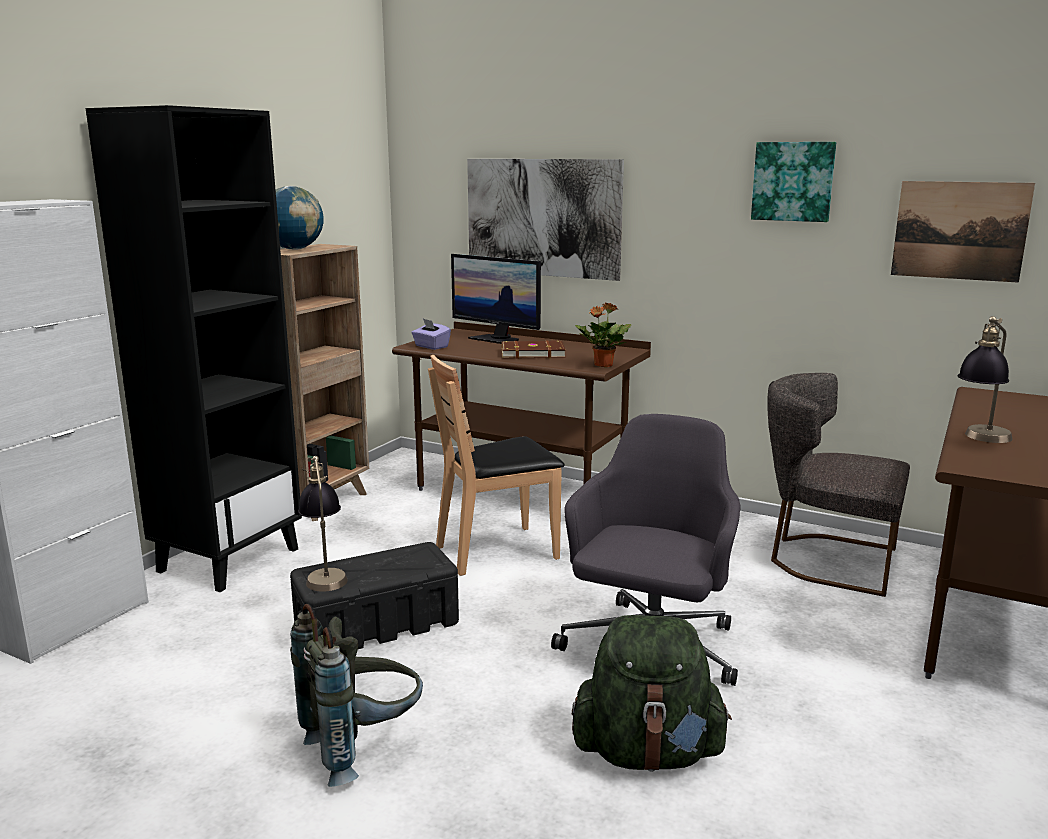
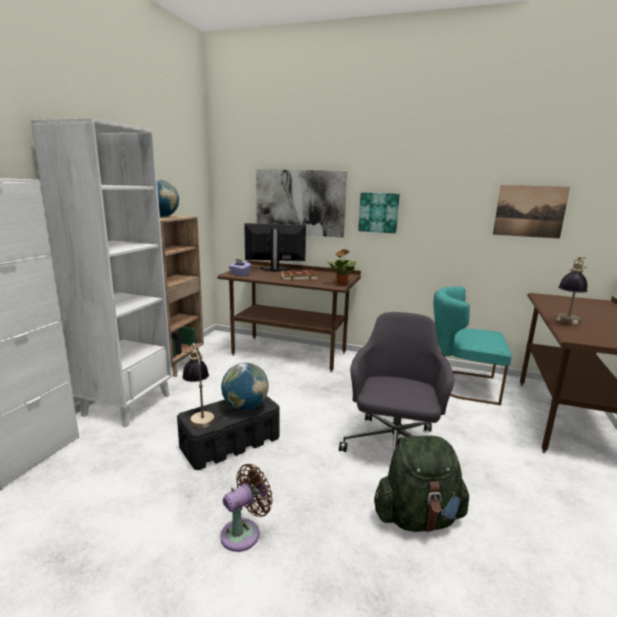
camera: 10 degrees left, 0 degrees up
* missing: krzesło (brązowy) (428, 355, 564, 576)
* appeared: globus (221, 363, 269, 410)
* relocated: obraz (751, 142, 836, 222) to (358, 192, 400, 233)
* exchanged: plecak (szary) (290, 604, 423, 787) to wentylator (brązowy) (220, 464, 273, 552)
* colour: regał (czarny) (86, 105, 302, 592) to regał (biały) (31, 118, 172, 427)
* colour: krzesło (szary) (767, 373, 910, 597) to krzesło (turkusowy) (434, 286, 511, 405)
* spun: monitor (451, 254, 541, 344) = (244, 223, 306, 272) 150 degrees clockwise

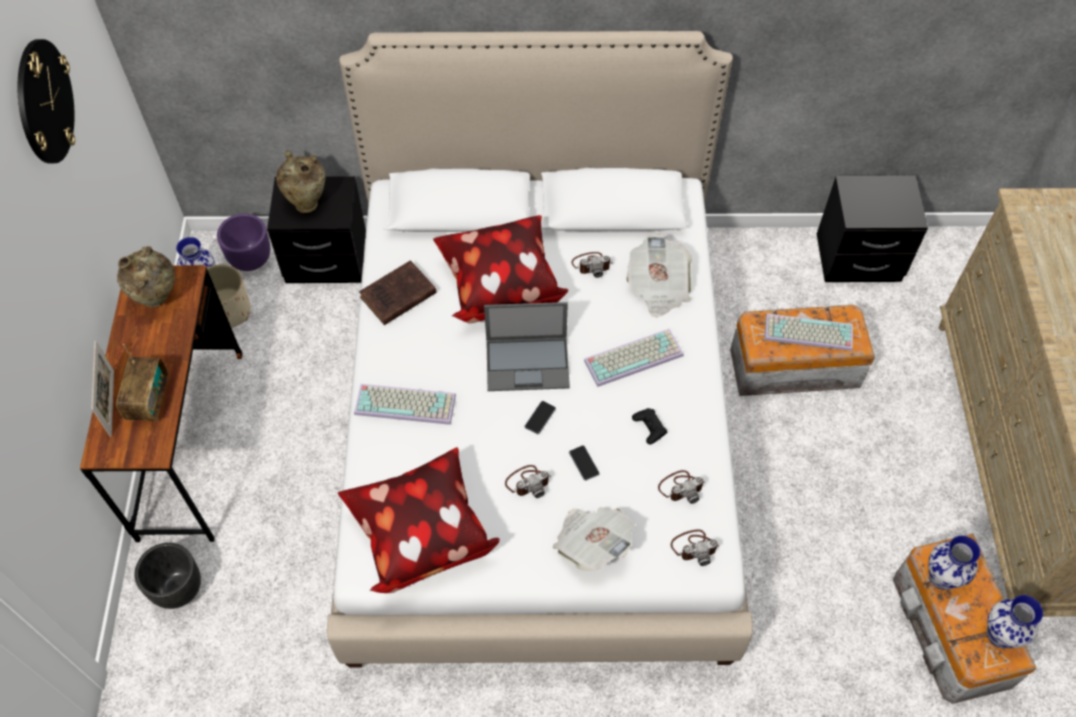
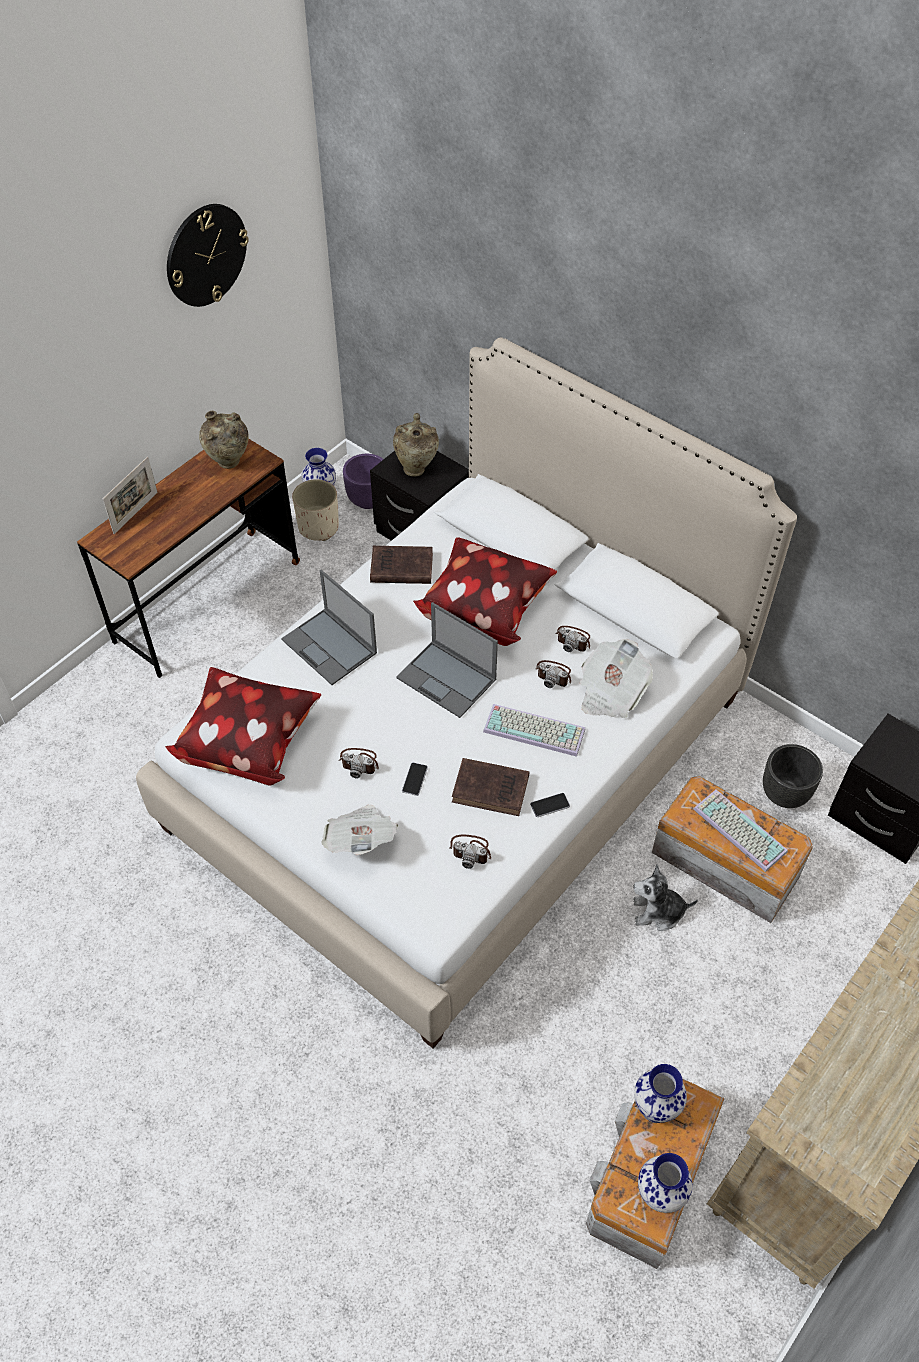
camera: 40 degrees right, 5 degrees down
* missing: radio (116, 344, 168, 422)
* appeared: pluszak (634, 865, 698, 931)
* relocated: donica (czarny) (134, 542, 201, 609) to (763, 744, 823, 808)
* relocated: telefon (525, 401, 556, 434) to (530, 793, 570, 817)
* relocated: aparat fotograficzny (671, 530, 719, 566) to (536, 660, 571, 688)
* exchanged: klawiatura (354, 384, 456, 425) to laptop (281, 570, 377, 685)
* exchanged: pad do gier (czarny) (632, 408, 667, 445) to książka (brązowy) (452, 758, 529, 816)

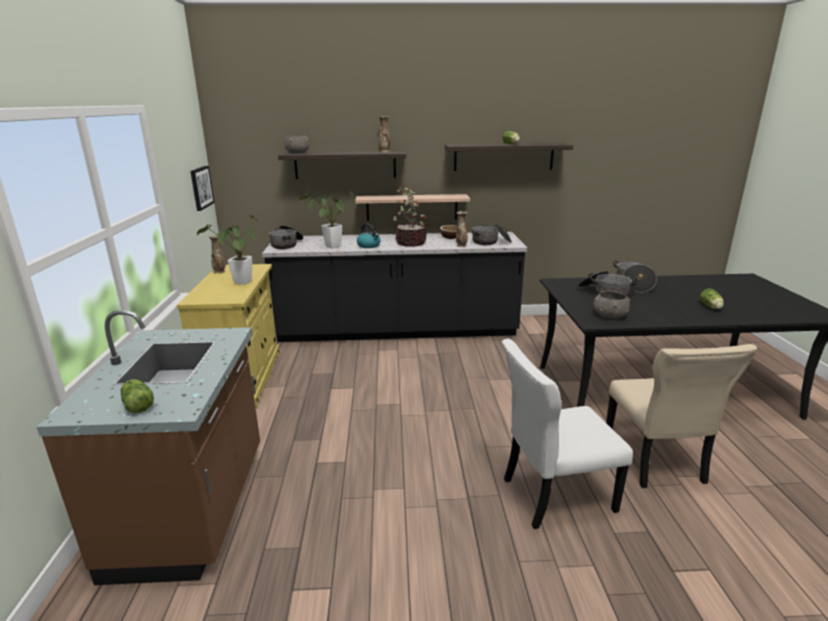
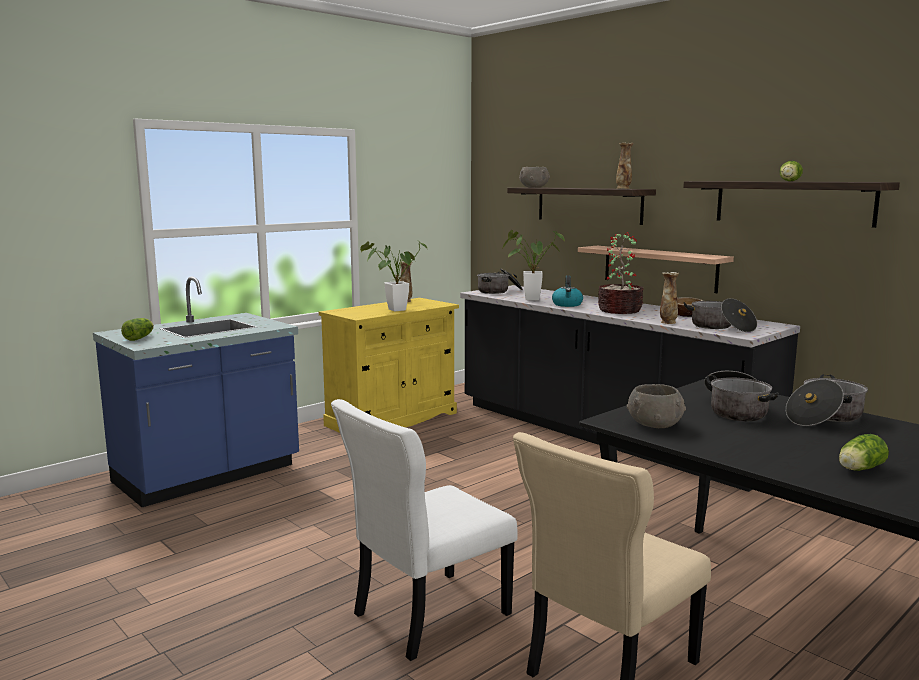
camera: 50 degrees right, 10 degrees down
* missing: obraz (191, 166, 215, 211)
* colour: zabudowa kuchenna (brązowy) (37, 310, 260, 585) to zabudowa kuchenna (niebieski) (93, 276, 299, 507)
* spun: krzesło (biały) (502, 339, 633, 529) = (331, 399, 518, 661) 75 degrees counterclockwise

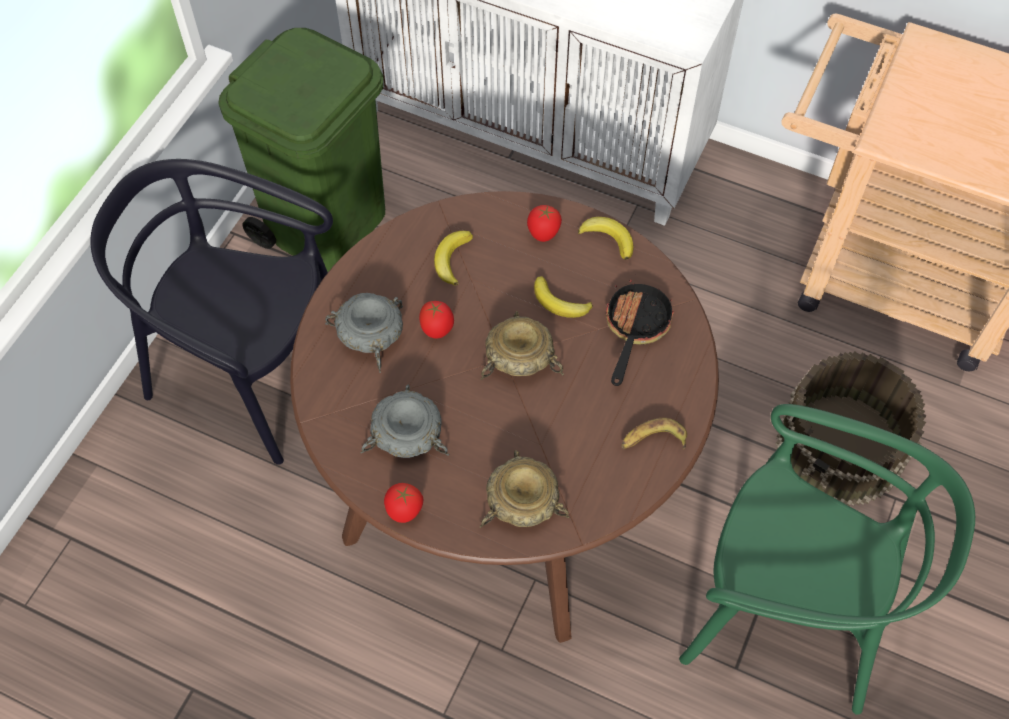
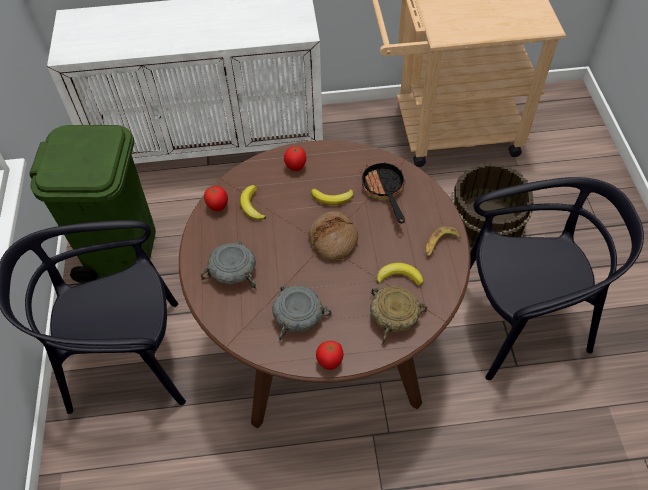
camera: 30 degrees left, 5 degrees down
* relocated: pomidor (419, 301, 454, 339) to (204, 186, 228, 211)
* relocated: banan (578, 217, 633, 260) to (377, 263, 424, 286)
* exchanged: miska (beżowy) (481, 311, 564, 380) to chleb (308, 211, 358, 261)
* colour: krzesło (zielony) (679, 404, 975, 715) to krzesło (czarny) (470, 177, 644, 380)

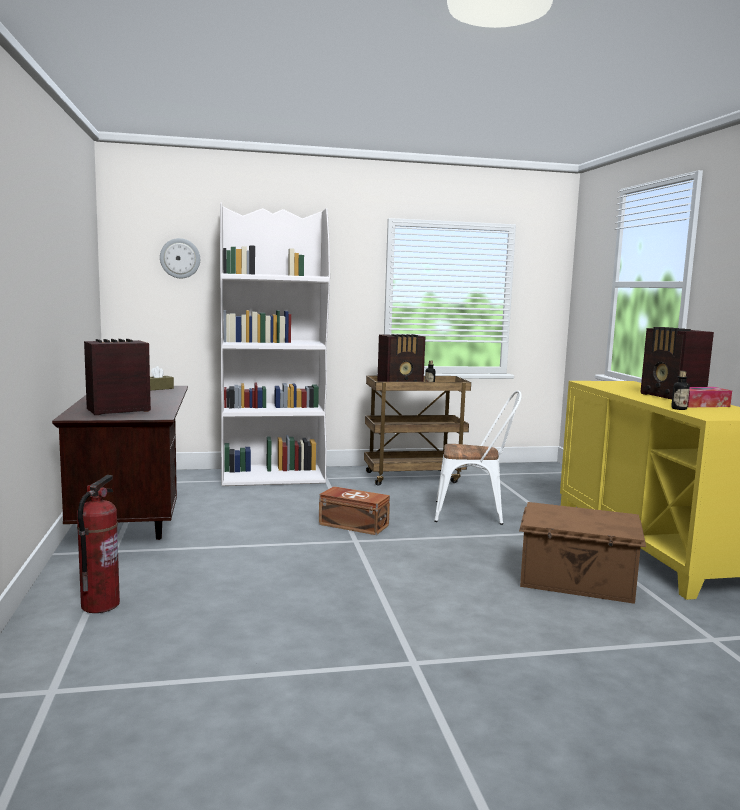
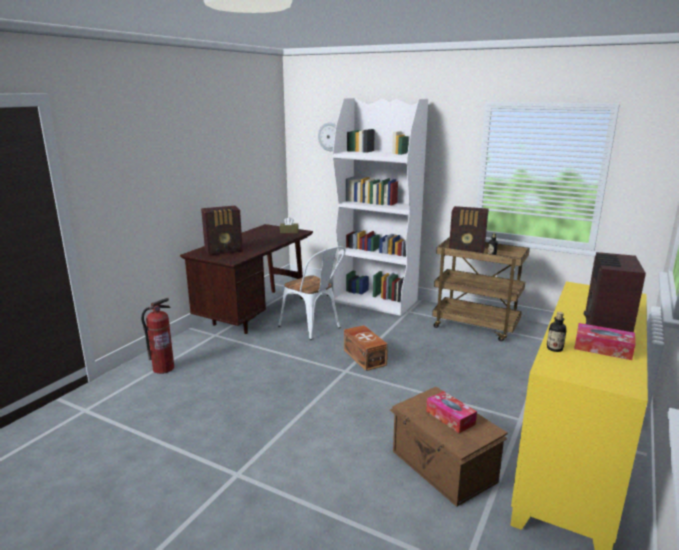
camera: 40 degrees right, 10 degrees up
* appeared: pudełko chusteczek (426, 391, 477, 433)
* relocated: krzesło (biały) (434, 390, 522, 525) to (278, 246, 345, 340)
* spun: radio (84, 339, 151, 415) = (201, 206, 243, 256) 150 degrees clockwise

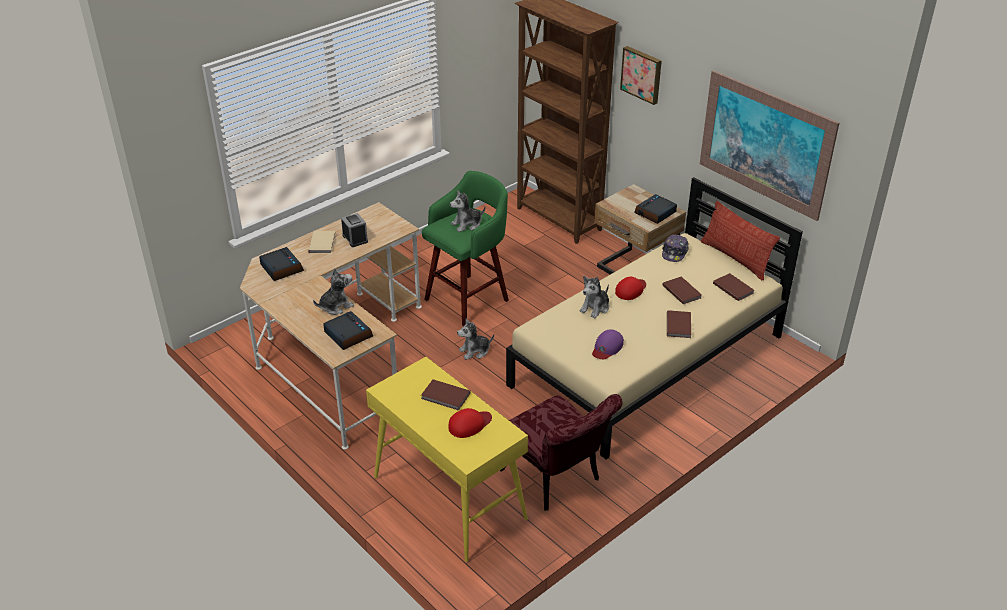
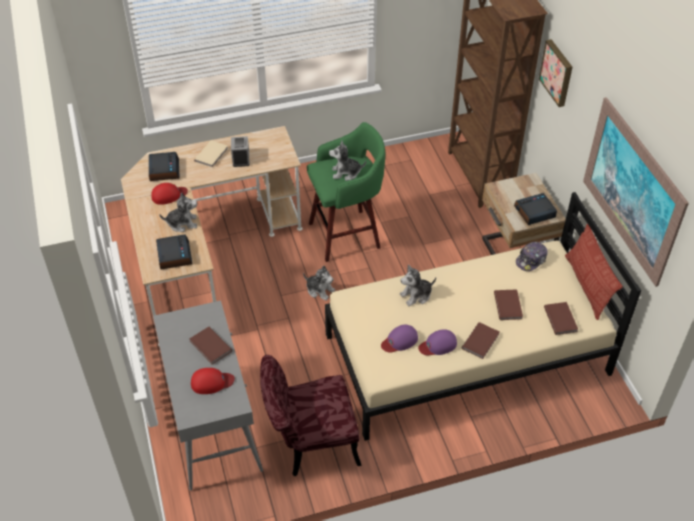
camera: 25 degrees right, 10 degrees up
* appeared: czapka z daszkiem (fioletowy) (418, 329, 457, 356)
* relocated: czapka z daszkiem (czerwony) (615, 277, 646, 300) to (151, 183, 188, 205)
* colour: stolik konsolowy (żółty) (366, 357, 528, 562) to stolik konsolowy (szary) (153, 300, 263, 491)
* spun: pluszak (457, 318, 494, 360) = (303, 265, 335, 301) 150 degrees counterclockwise
* spun: krzesło (czerwony) (500, 394, 622, 511) = (260, 355, 361, 477) 90 degrees clockwise

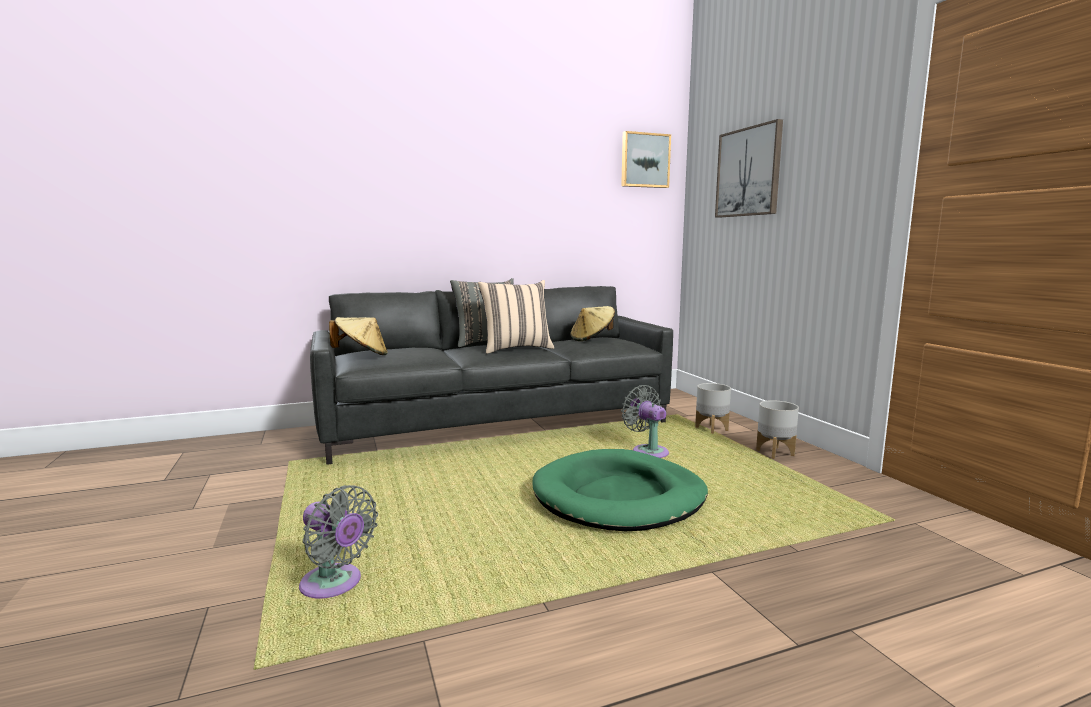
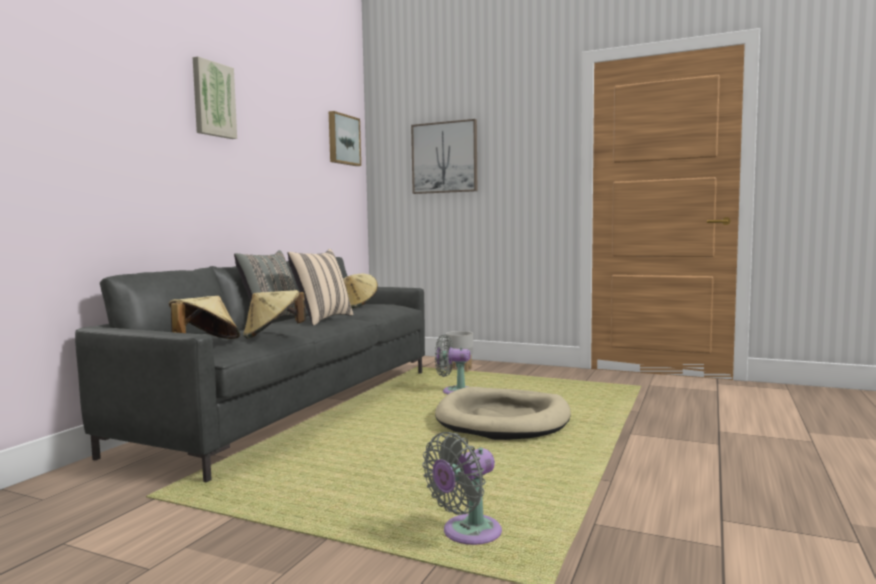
camera: 45 degrees left, 5 degrees down
* missing: donica (szary) (756, 400, 799, 459)
* appeared: obraz (193, 57, 237, 139)
* appeared: kapelusz (beżowy) (243, 290, 306, 338)
* colour: legowisko (zielony) (532, 449, 708, 531) to legowisko (beżowy) (435, 387, 571, 440)
* spun: wentylator (szary) (299, 485, 378, 598) = (422, 432, 502, 545) 150 degrees clockwise

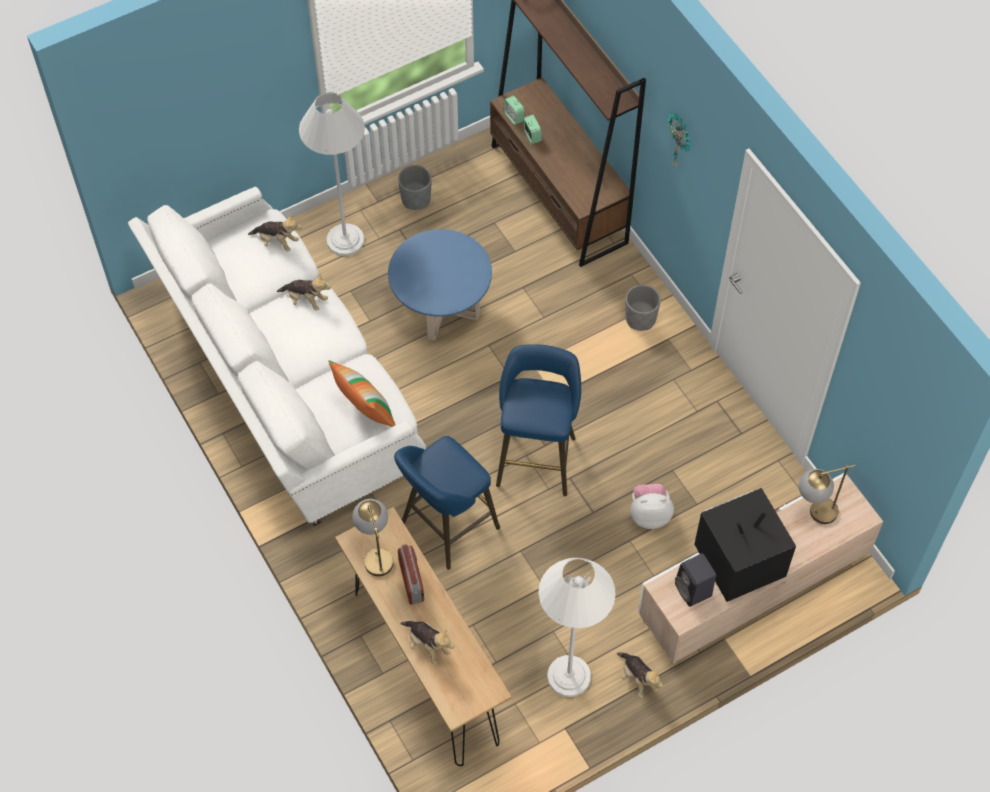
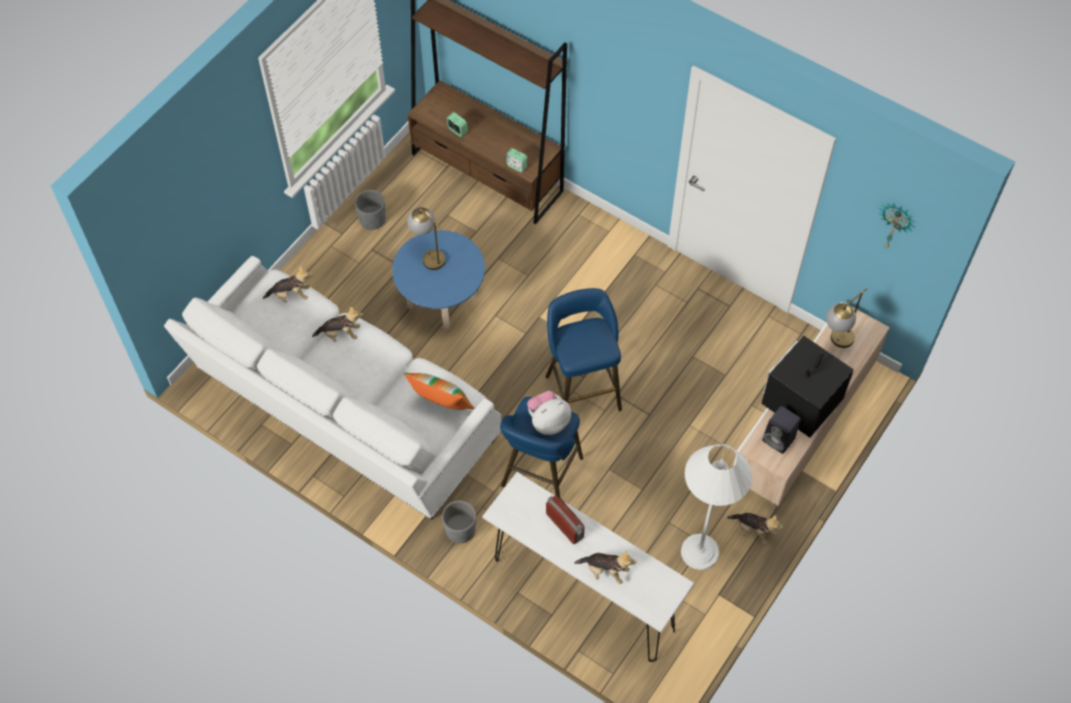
camera: 25 degrees left, 0 degrees up
* missing: lampa stojąca (biały) (299, 92, 365, 256)
* relocated: lampa stołowa (352, 499, 393, 576) to (407, 207, 445, 270)
* relocated: budzik (504, 96, 525, 125) to (505, 148, 528, 173)
* relocated: donica (szary) (626, 285, 661, 331) to (442, 501, 476, 543)
* relocated: pluszak (630, 484, 674, 529) to (527, 391, 571, 435)
* relocated: zegar ścienny (667, 112, 691, 167) to (878, 202, 915, 248)
* colour: stolik konsolowy (brązowy) (335, 507, 512, 766) to stolik konsolowy (biały) (482, 472, 694, 662)

